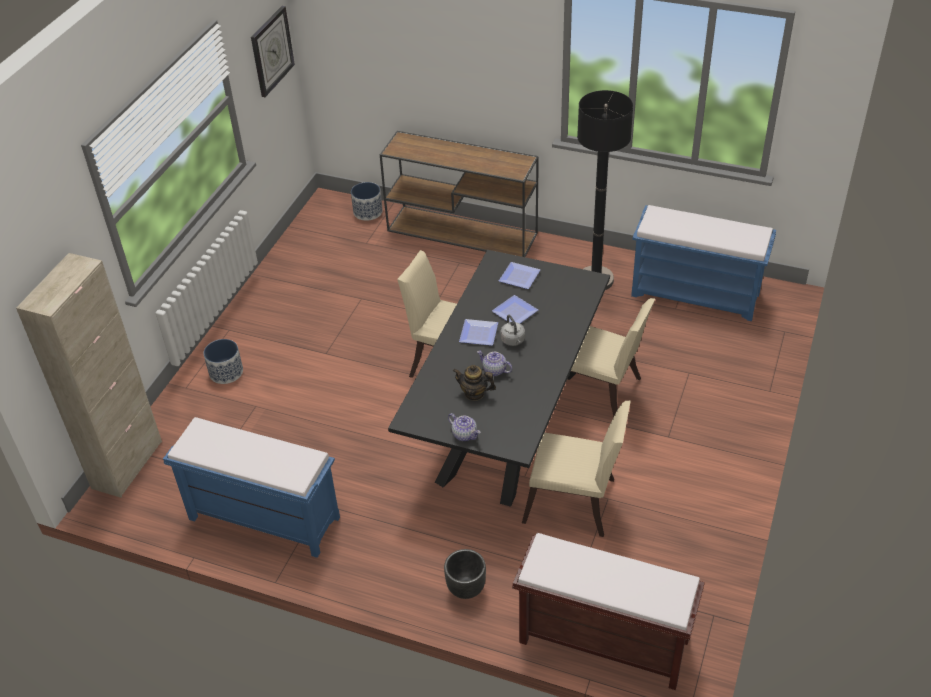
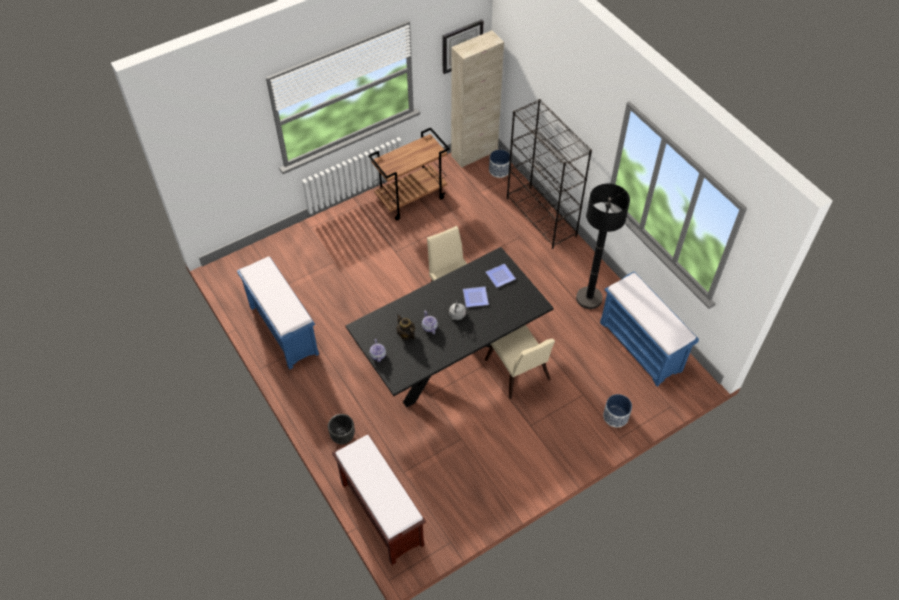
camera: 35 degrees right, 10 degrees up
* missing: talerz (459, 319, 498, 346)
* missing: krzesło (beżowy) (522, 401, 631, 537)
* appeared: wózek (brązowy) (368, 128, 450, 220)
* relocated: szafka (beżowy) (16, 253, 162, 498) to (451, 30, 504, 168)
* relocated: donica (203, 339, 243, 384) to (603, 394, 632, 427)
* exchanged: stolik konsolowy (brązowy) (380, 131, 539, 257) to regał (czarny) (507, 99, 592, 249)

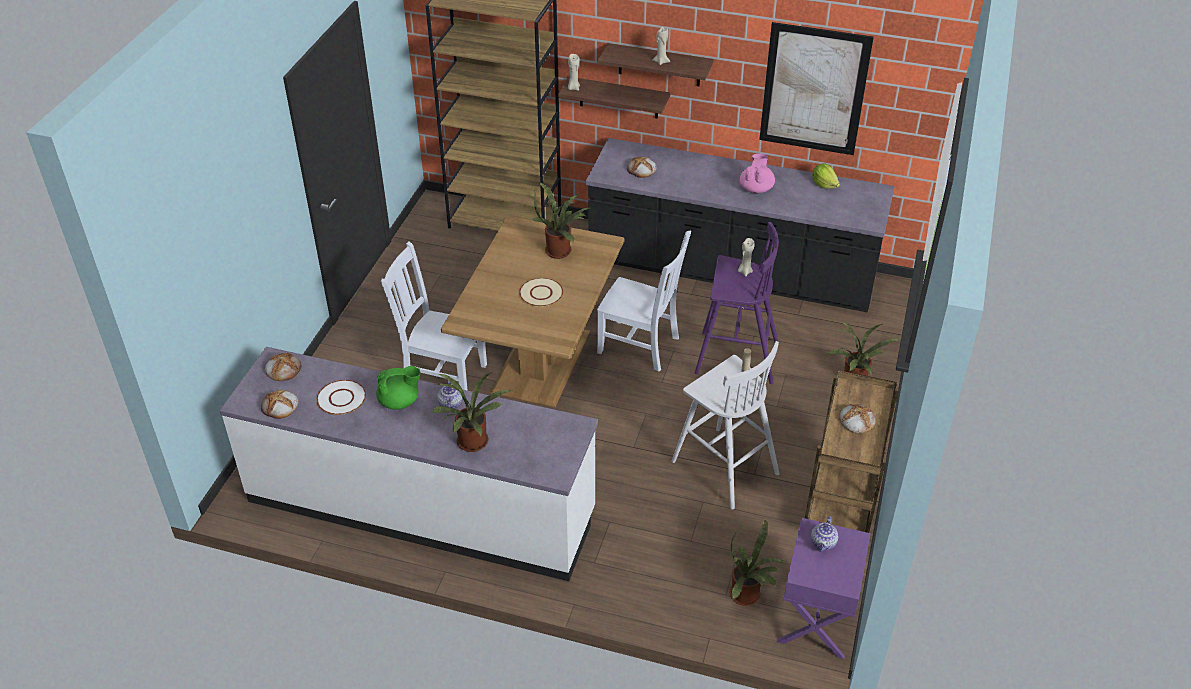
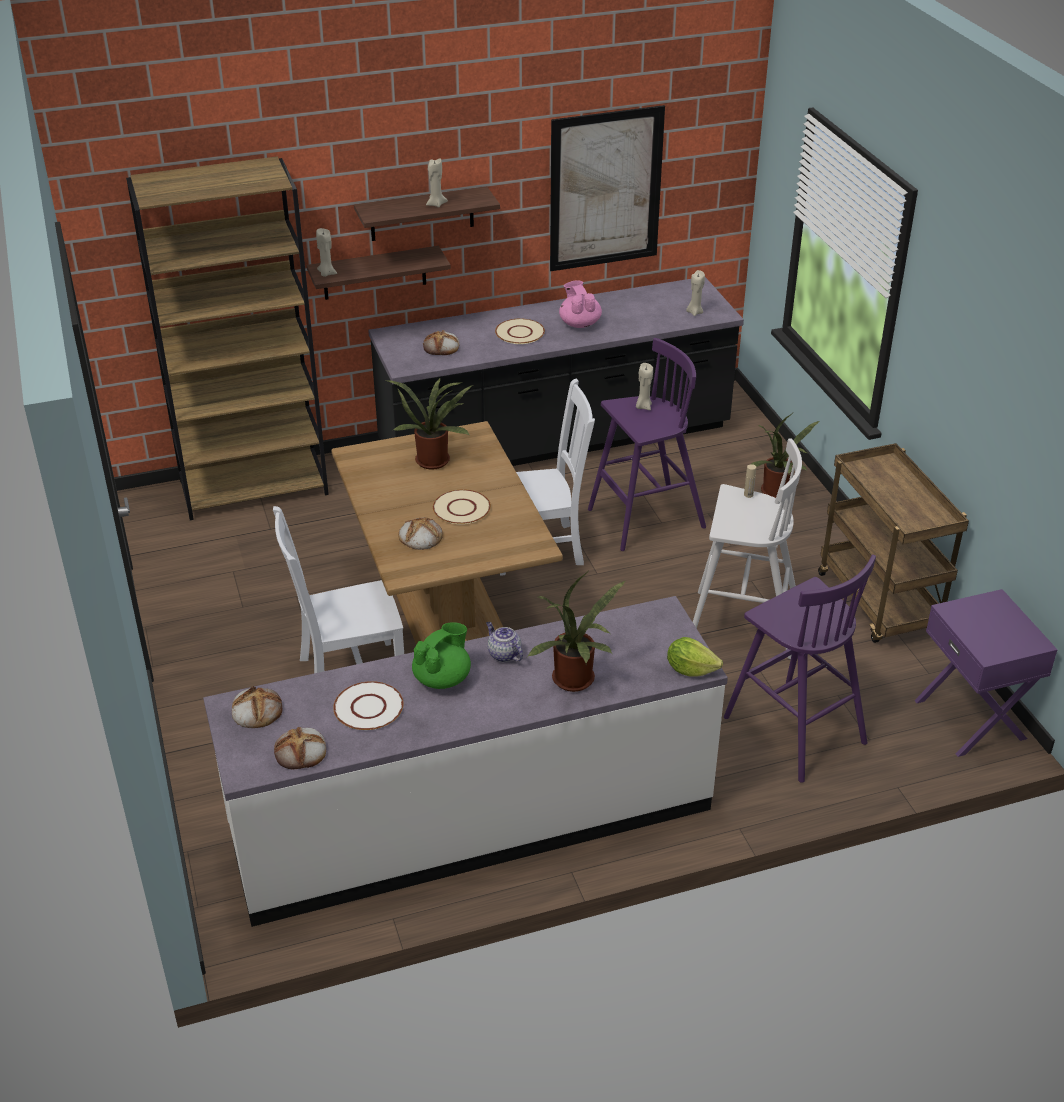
camera: 35 degrees left, 5 degrees down
* missing: roślina doniczkowa (730, 519, 786, 606)
* missing: imbryk (811, 516, 838, 552)
* appeared: talerz (beżowy) (495, 319, 545, 344)
* appeared: świeca (beżowy) (686, 270, 705, 316)
* appeared: stołek (fioletowy) (724, 554, 876, 783)
* relocated: sałata (812, 163, 840, 189) to (667, 637, 723, 677)
* relocated: chleb (839, 404, 876, 434) to (398, 517, 443, 550)

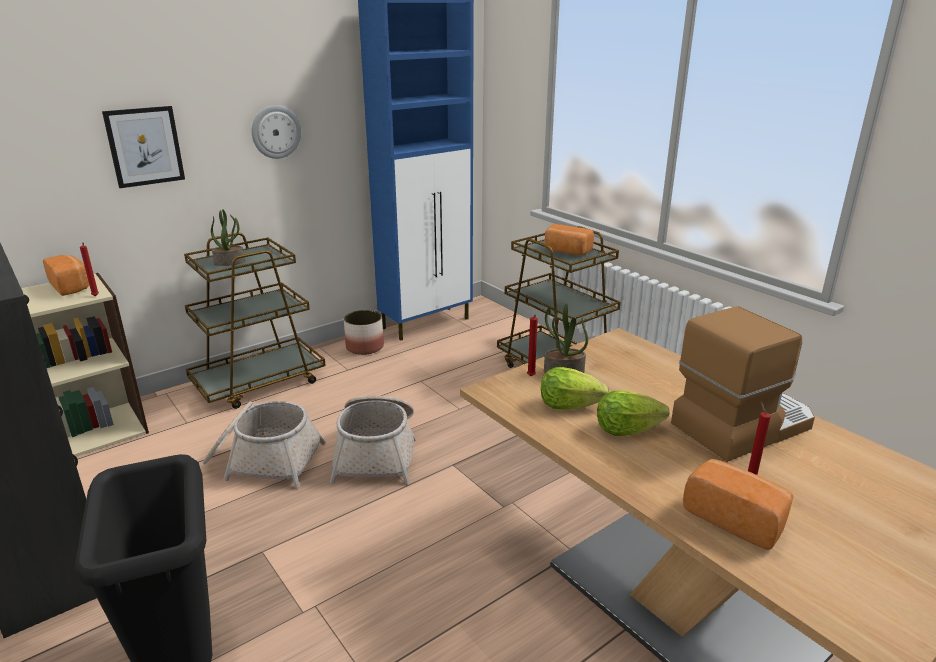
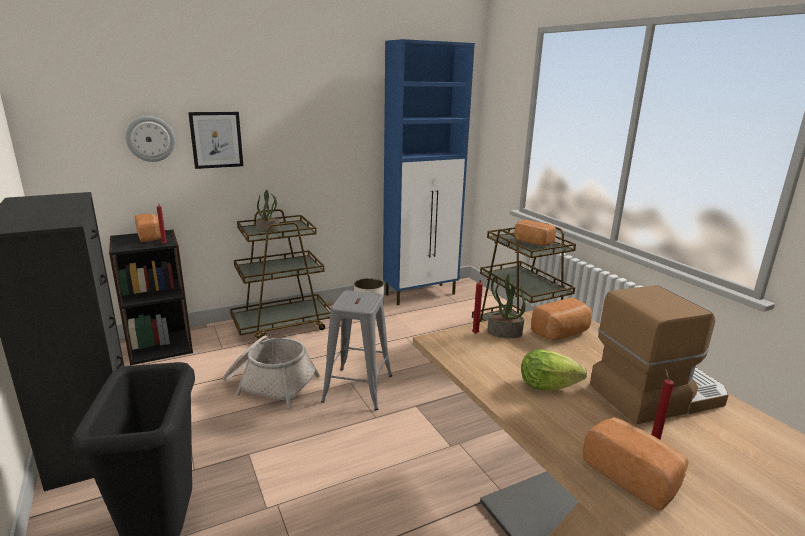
camera: 10 degrees right, 5 degrees down
* missing: sałata (541, 367, 609, 410)
* appeared: chleb (531, 298, 592, 340)
* relocated: zegar ścienny (251, 105, 301, 159) to (125, 116, 175, 162)
* exchanged: koszyk (330, 396, 416, 484) to stołek (szary) (321, 290, 392, 410)
* colour: regał (beżowy) (21, 273, 149, 457) to regał (czarny) (109, 229, 193, 365)

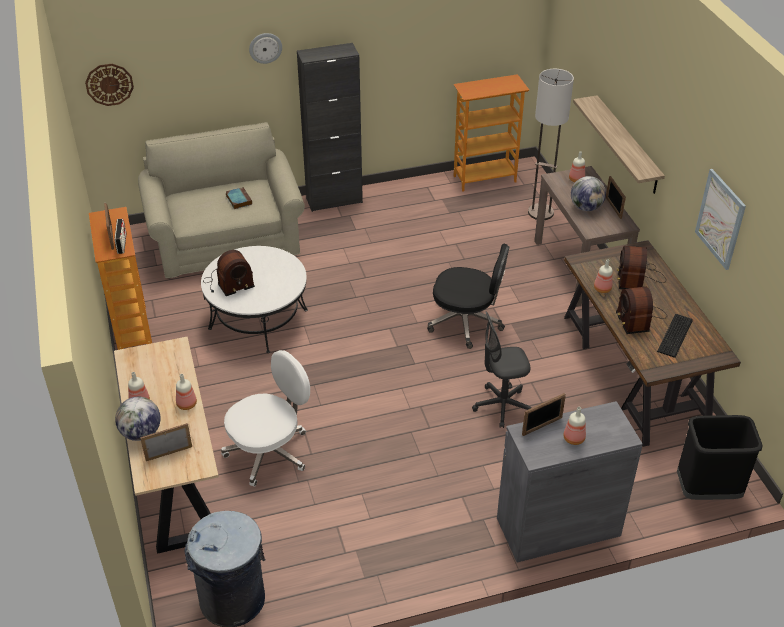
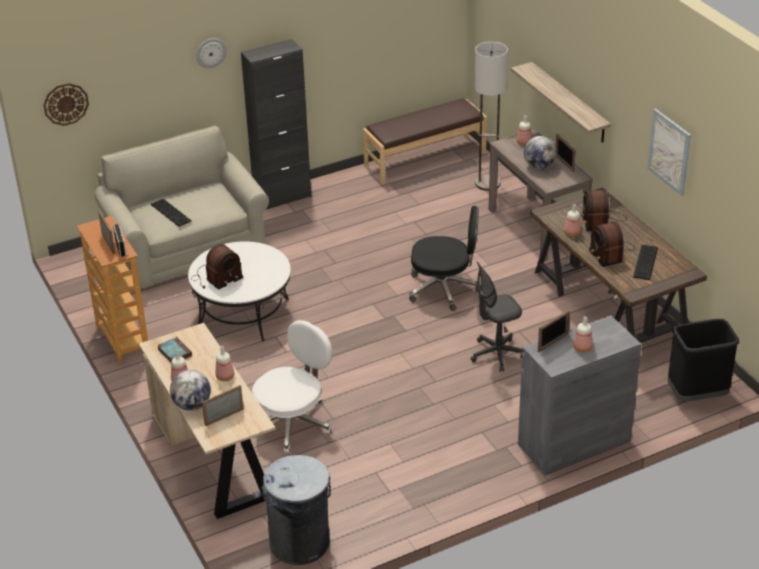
camera: 10 degrees left, 5 degrees down
* appeared: klawiatura (151, 199, 192, 227)
* relocated: książka (226, 187, 252, 209) to (158, 337, 192, 363)
* exchanged: regał (454, 74, 529, 192) to ławka (brązowy) (363, 98, 487, 185)

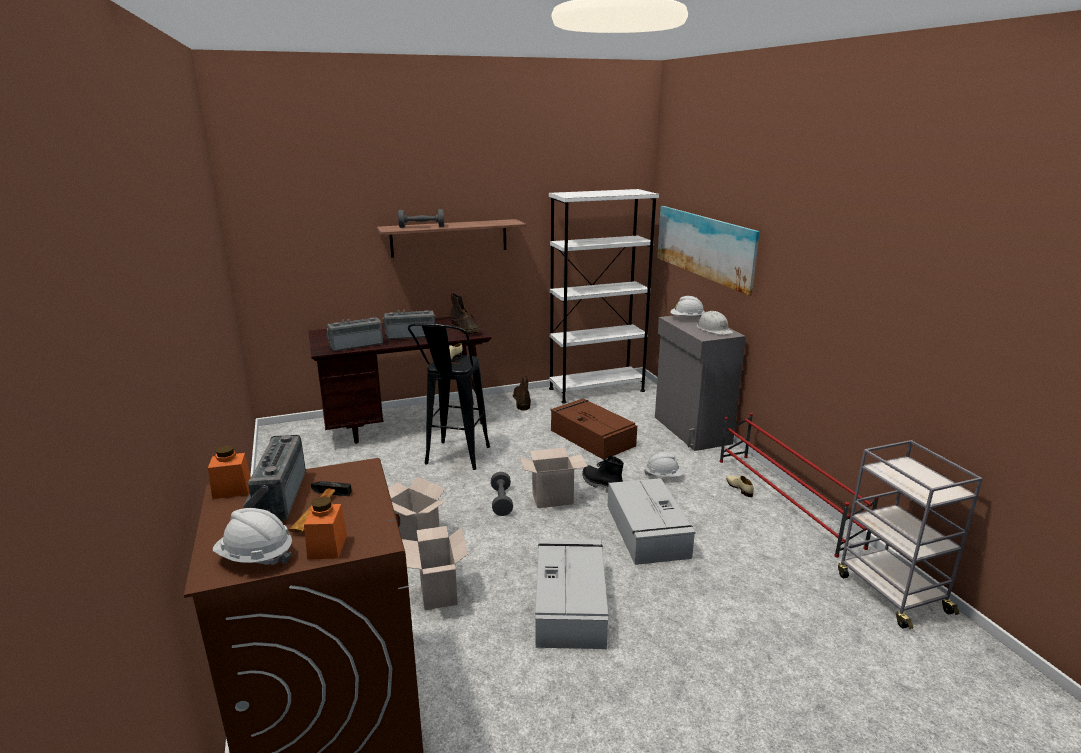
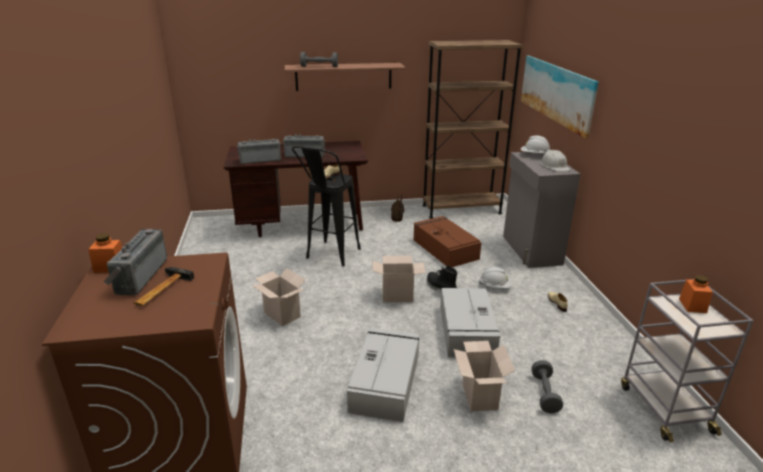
camera: 10 degrees right, 5 degrees up
* missing: kask (biały) (213, 508, 292, 565)
* missing: but z cholewką (brązowy) (450, 293, 481, 334)
* missing: regał na buty (czerwony) (720, 413, 879, 557)
* relocated: słoik (pomarańczowy) (304, 496, 347, 559) to (679, 275, 713, 313)
* relocated: karton (402, 526, 468, 610) to (453, 341, 515, 411)
* relocated: hantel (szary) (491, 472, 513, 516) to (531, 360, 563, 413)
* colour: regał (biały) (549, 189, 659, 403) to regał (brązowy) (422, 40, 523, 219)

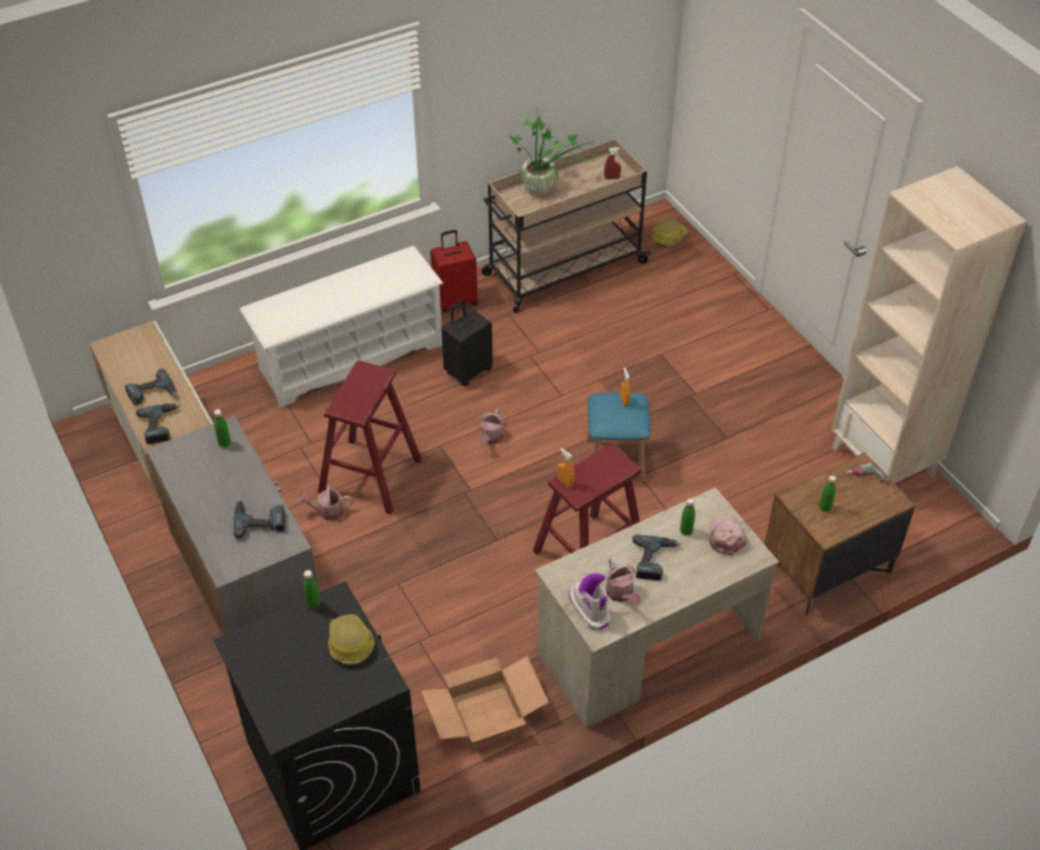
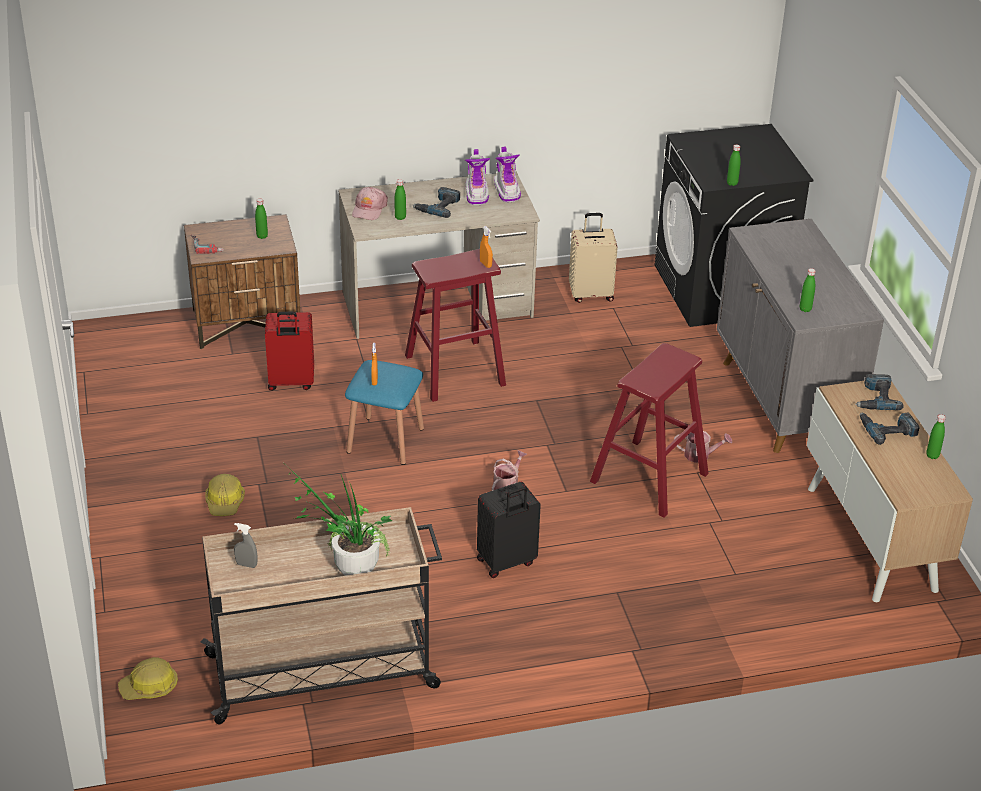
camera: 165 degrees left, 10 degrees down
* missing: wiertarka (233, 499, 285, 539)
* missing: regał na buty (biały) (240, 246, 443, 408)
* missing: regał (beżowy) (832, 166, 1026, 483)
* appeared: butelka (zielony) (926, 414, 946, 459)
* relocated: kask (328, 614, 375, 665) to (205, 474, 245, 516)
* relocated: walizka (czerwony) (430, 230, 478, 312) to (265, 312, 314, 391)
* exchanged: karton (421, 656, 549, 747) to walizka (beżowy) (569, 213, 618, 303)
* exchanged: konewka (606, 558, 641, 606) to but z cholewką (465, 149, 490, 205)
* colour: spryskiwacz (czerwony) (604, 147, 621, 179) to spryskiwacz (szary) (234, 523, 258, 568)

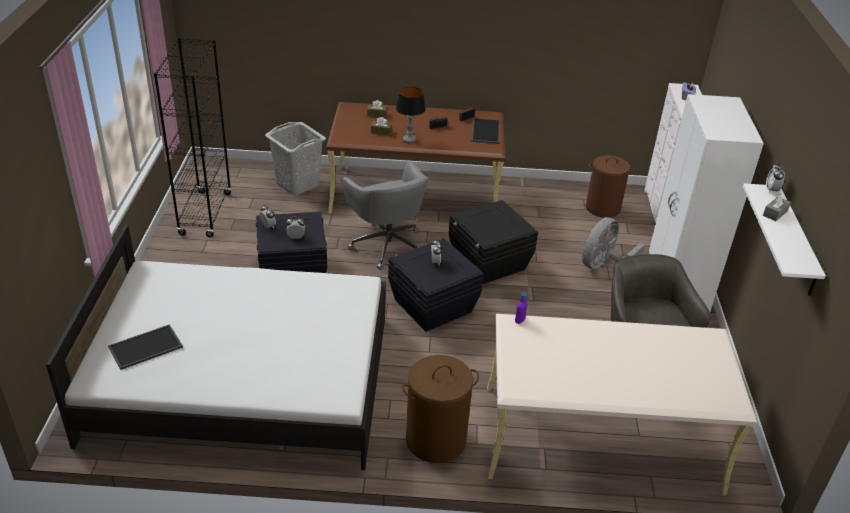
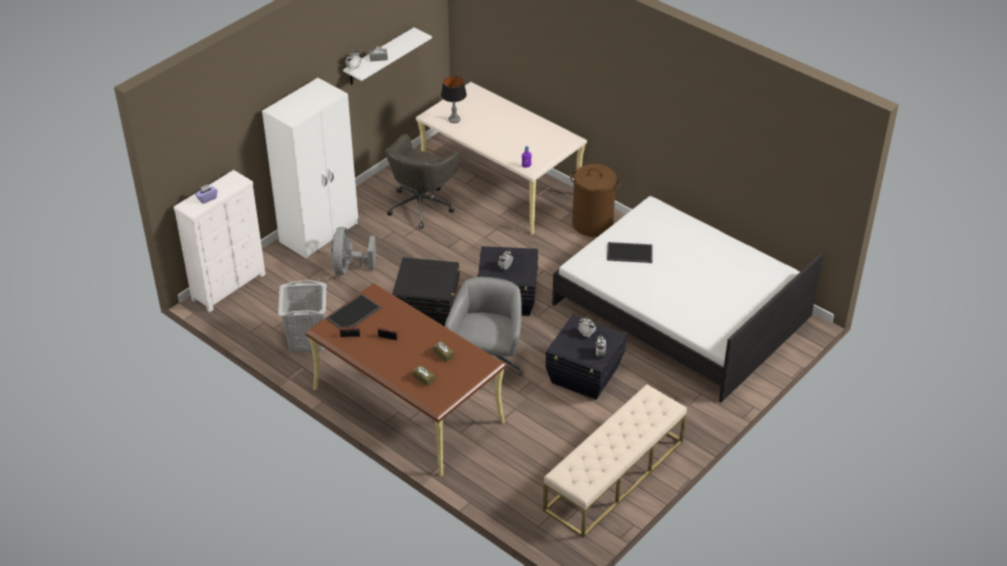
camera: 140 degrees left, 5 degrees up
* missing: kosz na pranie (brązowy) (586, 155, 634, 218)
* relocated: taca (108, 324, 183, 370) to (607, 242, 653, 263)
* relocated: kosz na pranie (szary) (265, 122, 326, 196) to (278, 280, 326, 353)
* relocated: lampa stołowa (396, 87, 426, 143) to (441, 76, 467, 123)
* exchanged: regał (czarny) (154, 37, 232, 237) to ławka (beżowy) (543, 384, 687, 538)
* spun: wentylator (szary) (582, 217, 645, 270) = (331, 227, 376, 275) 105 degrees clockwise

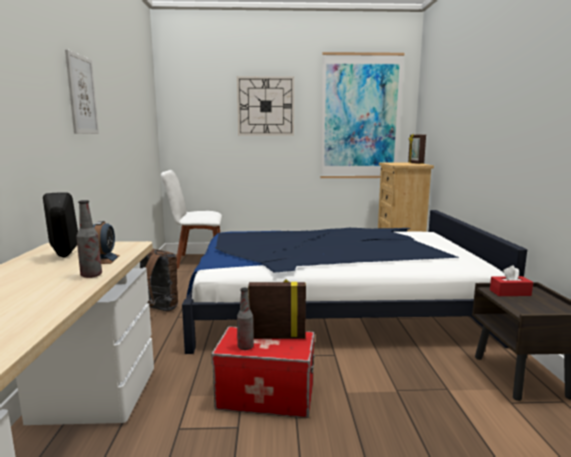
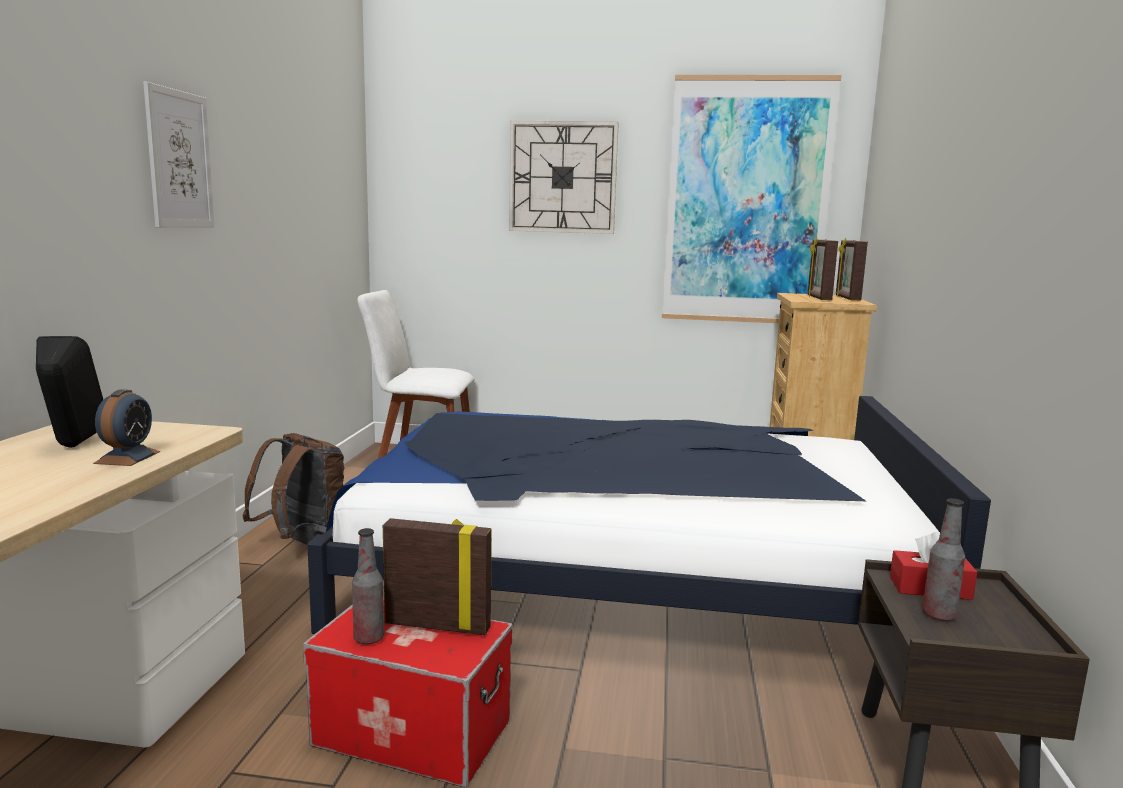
camera: 10 degrees right, 0 degrees up
* appeared: ramka na zdjęcie (808, 237, 838, 300)
* relocated: butelka (76, 200, 102, 278) to (922, 498, 965, 621)

